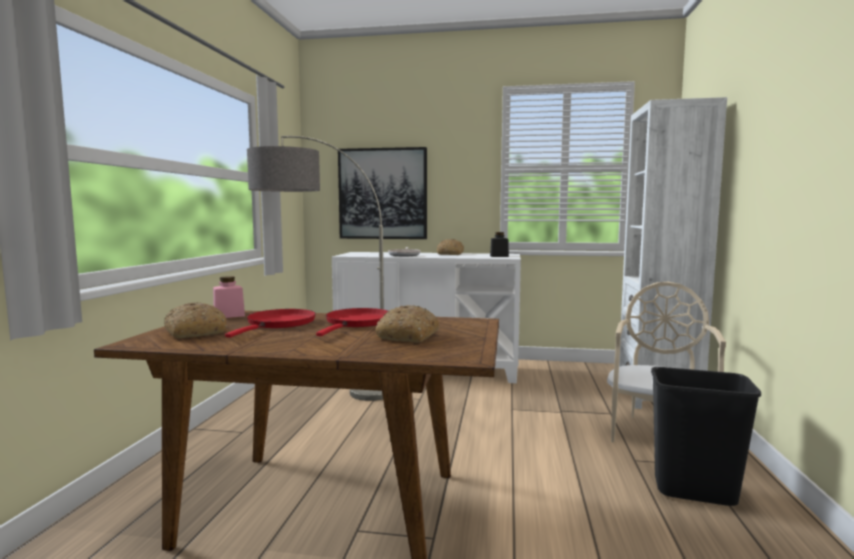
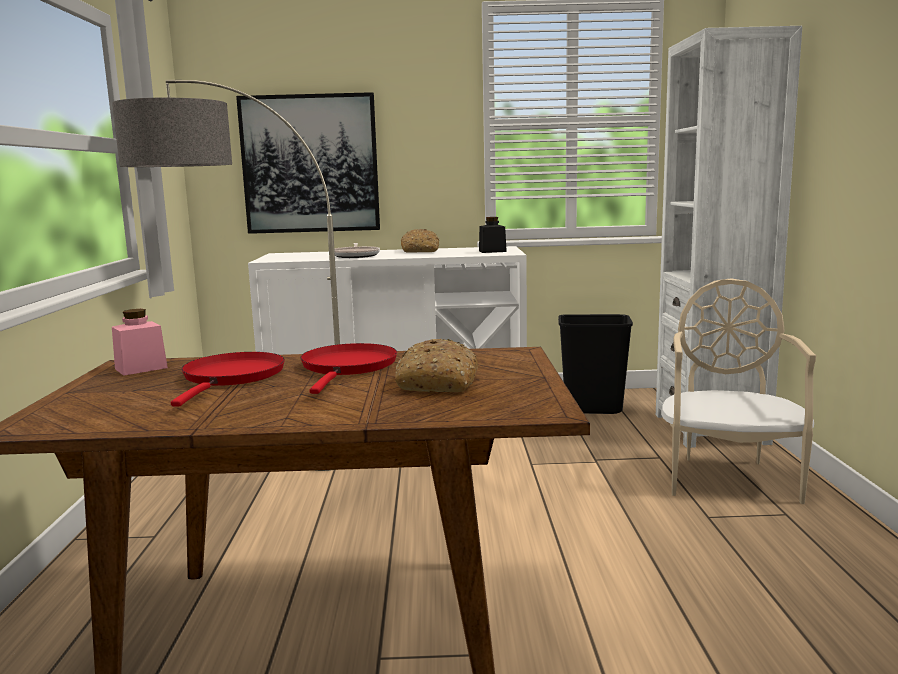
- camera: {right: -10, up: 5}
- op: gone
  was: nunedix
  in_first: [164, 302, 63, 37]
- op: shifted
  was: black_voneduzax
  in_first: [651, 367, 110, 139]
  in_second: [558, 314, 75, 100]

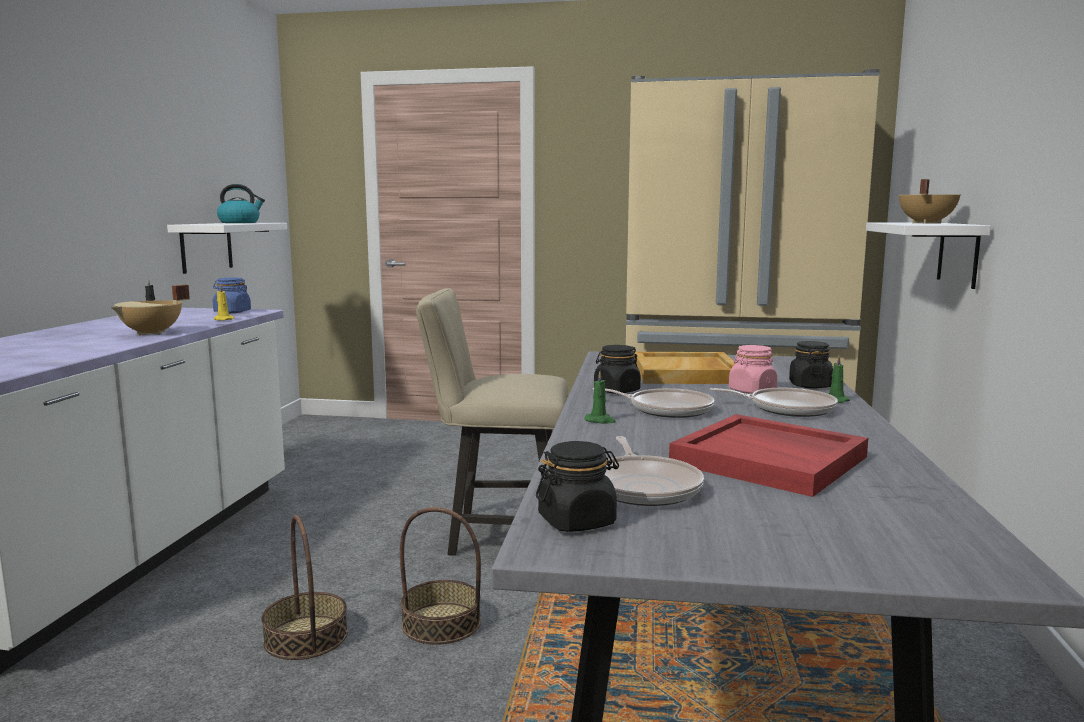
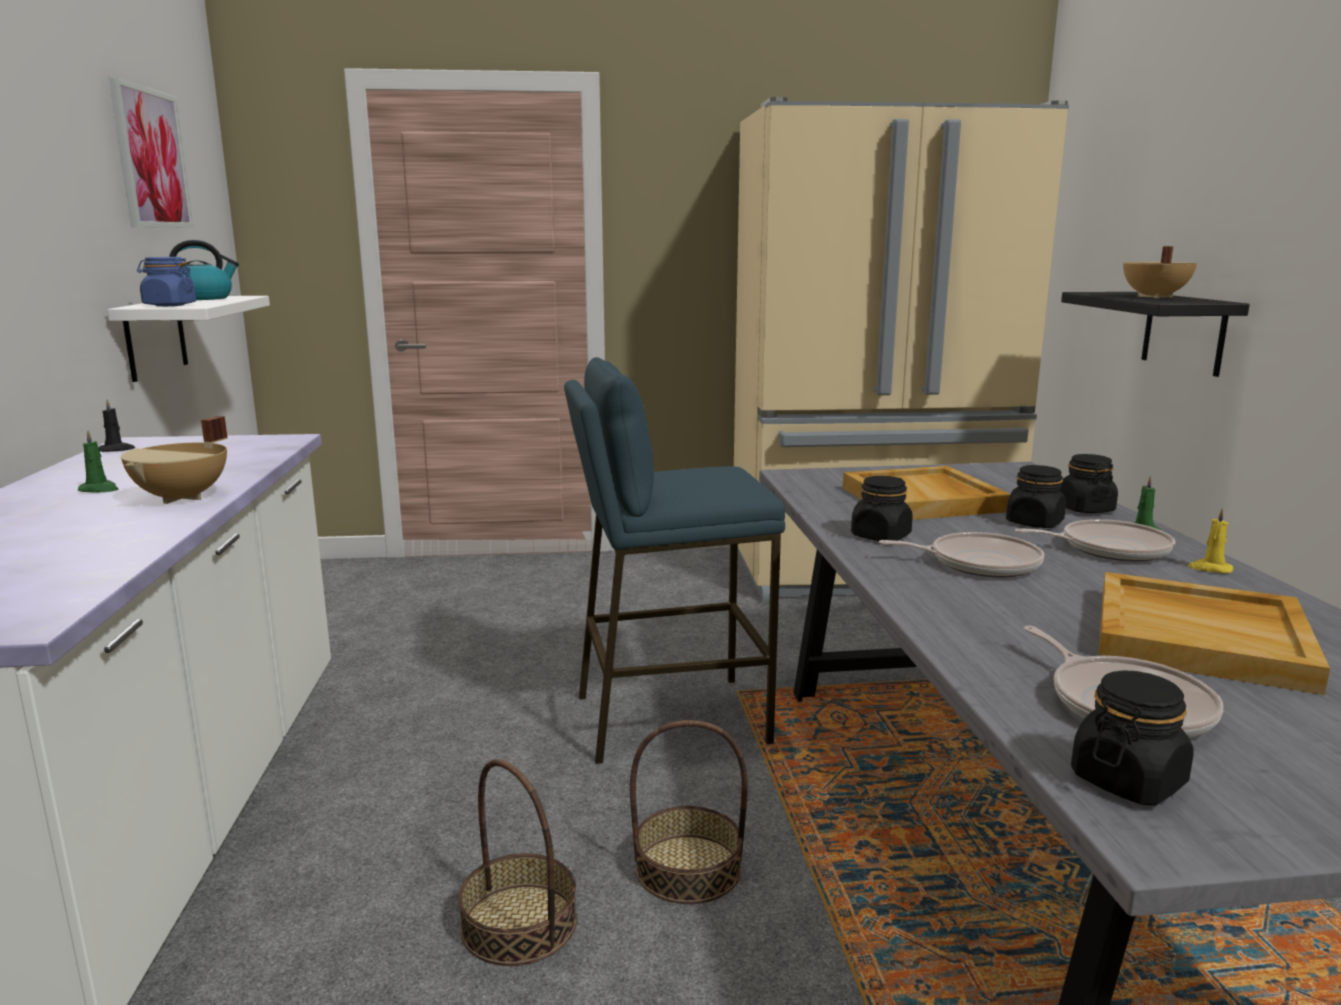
- camera: {right: -15, up: 5}
- op: repainted
  was: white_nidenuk
  now: black_nidenuk
  in_first: [866, 222, 125, 67]
  in_second: [1061, 292, 189, 85]
- op: shifted
  was: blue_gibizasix
  in_first: [213, 278, 38, 35]
  in_second: [137, 257, 59, 49]
- op: shifted
  was: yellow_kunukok
  in_first: [213, 285, 21, 36]
  in_second: [1188, 508, 46, 65]
- op: swapped
  was: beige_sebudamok
  now: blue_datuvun
  in_first: [416, 288, 152, 268]
  in_second: [564, 357, 221, 407]
- op: repainted
  was: pink_gibizasix
  now: black_gibizasix
  in_first: [729, 345, 48, 49]
  in_second: [1006, 465, 60, 63]
- op: shifted
  was: green_kunukok
  in_first: [584, 371, 32, 53]
  in_second: [78, 430, 40, 63]
- op: repainted
  was: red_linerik
  now: beige_linerik
  in_first: [669, 414, 199, 83]
  in_second: [1099, 572, 231, 123]
- op: new
  now: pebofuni
  in_second: [109, 77, 85, 151]

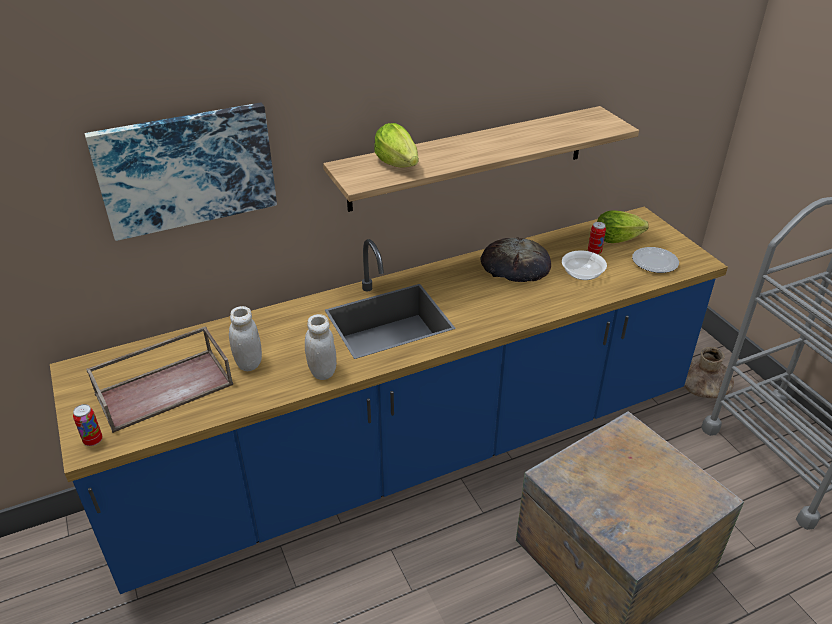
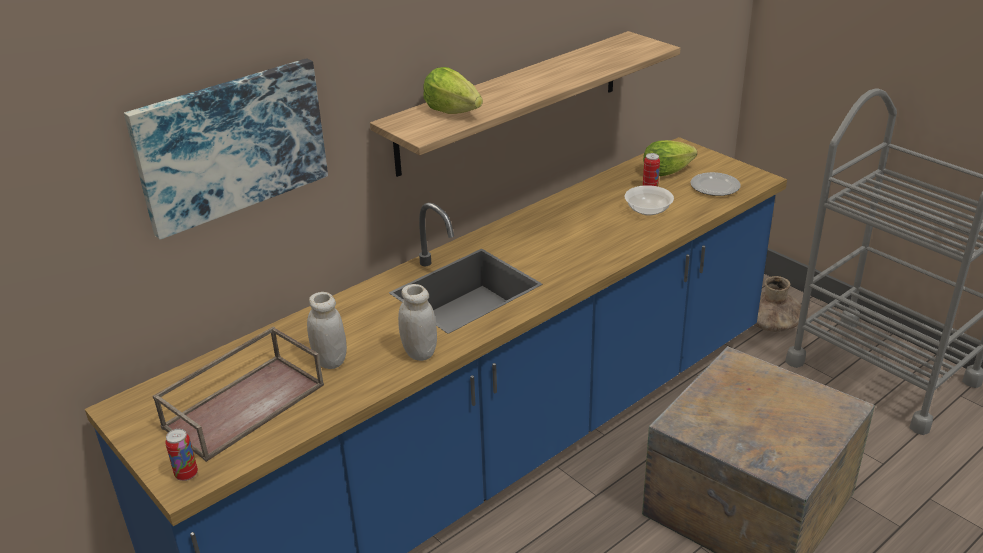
- camera: {right: -15, up: -5}
- op: gone
  was: nunedix
  in_first: [481, 238, 70, 44]

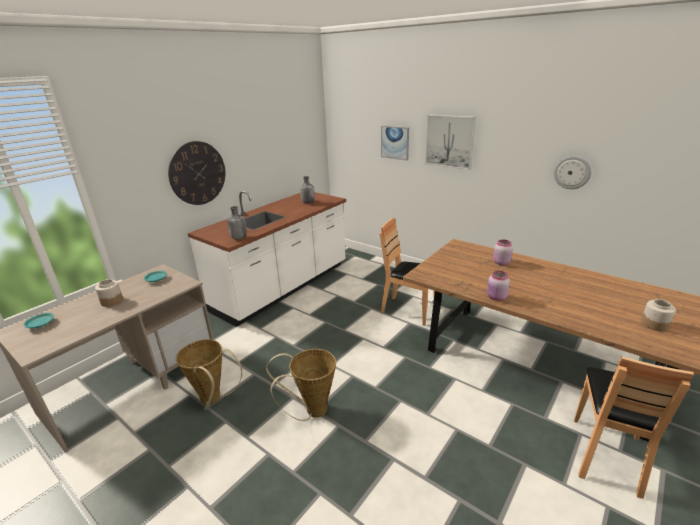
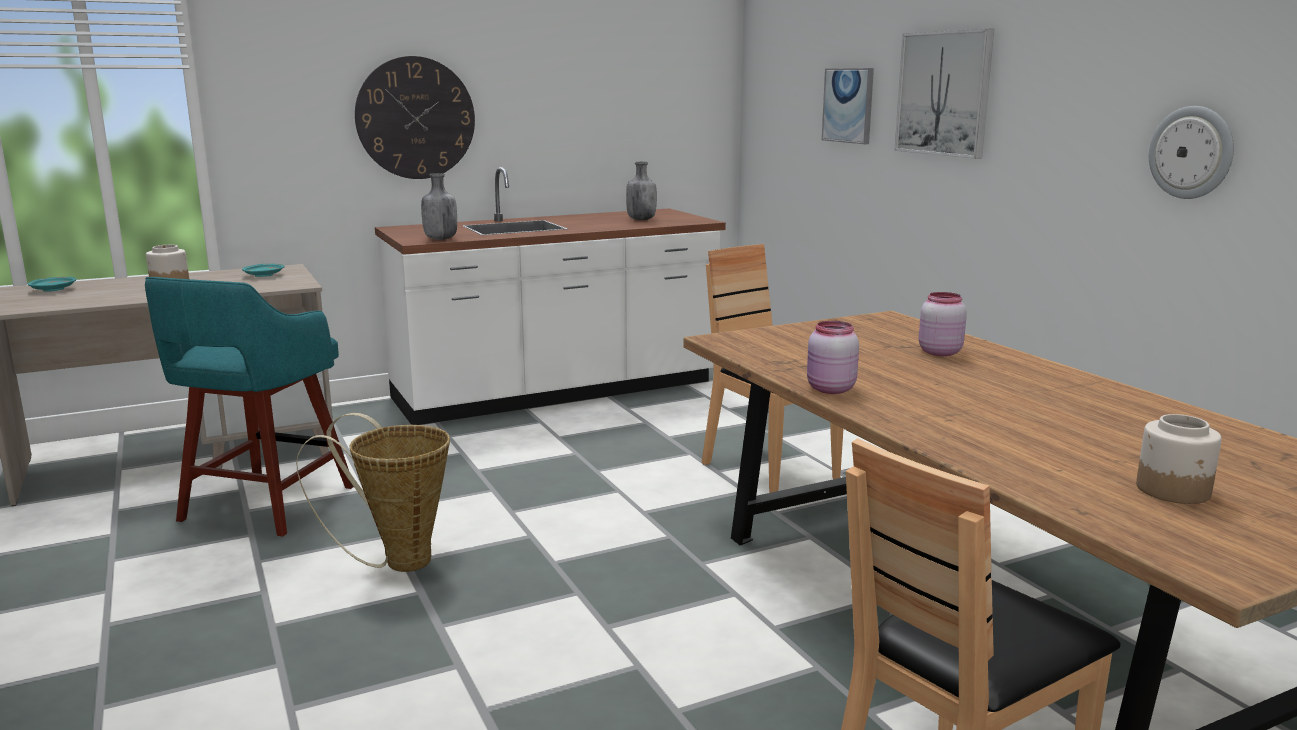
- camera: {right: 25, up: -10}
- op: swapped
  was: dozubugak
  now: turquoise_datuvun
  in_first: [176, 339, 66, 71]
  in_second: [145, 277, 209, 260]

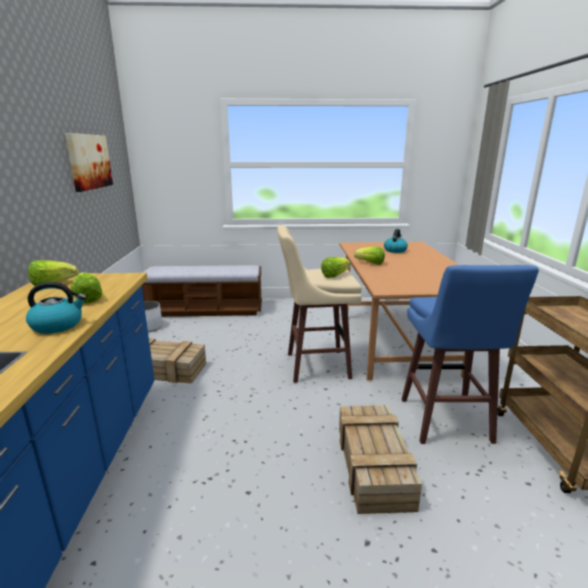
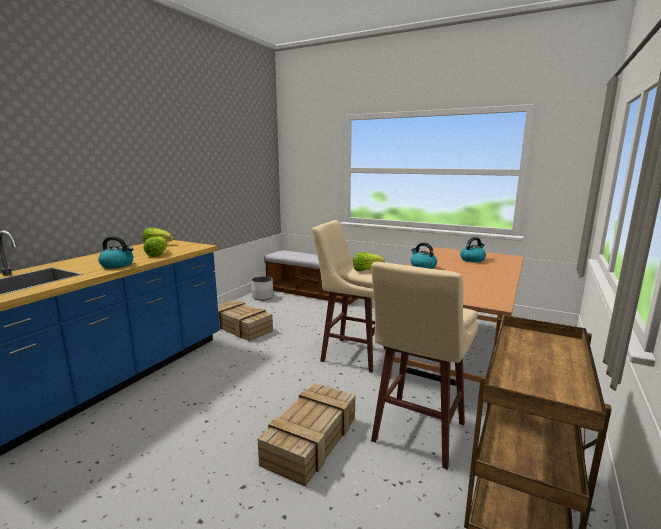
- camera: {right: 30, up: -5}
- op: gone
  was: pebofuni
  in_first: [65, 133, 48, 59]
- op: swapped
  was: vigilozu
  now: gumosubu
  in_first: [354, 247, 31, 18]
  in_second: [411, 242, 26, 27]
- op: repainted
  was: blue_datuvun
  now: beige_datuvun
  in_first: [401, 265, 138, 179]
  in_second: [371, 262, 107, 207]

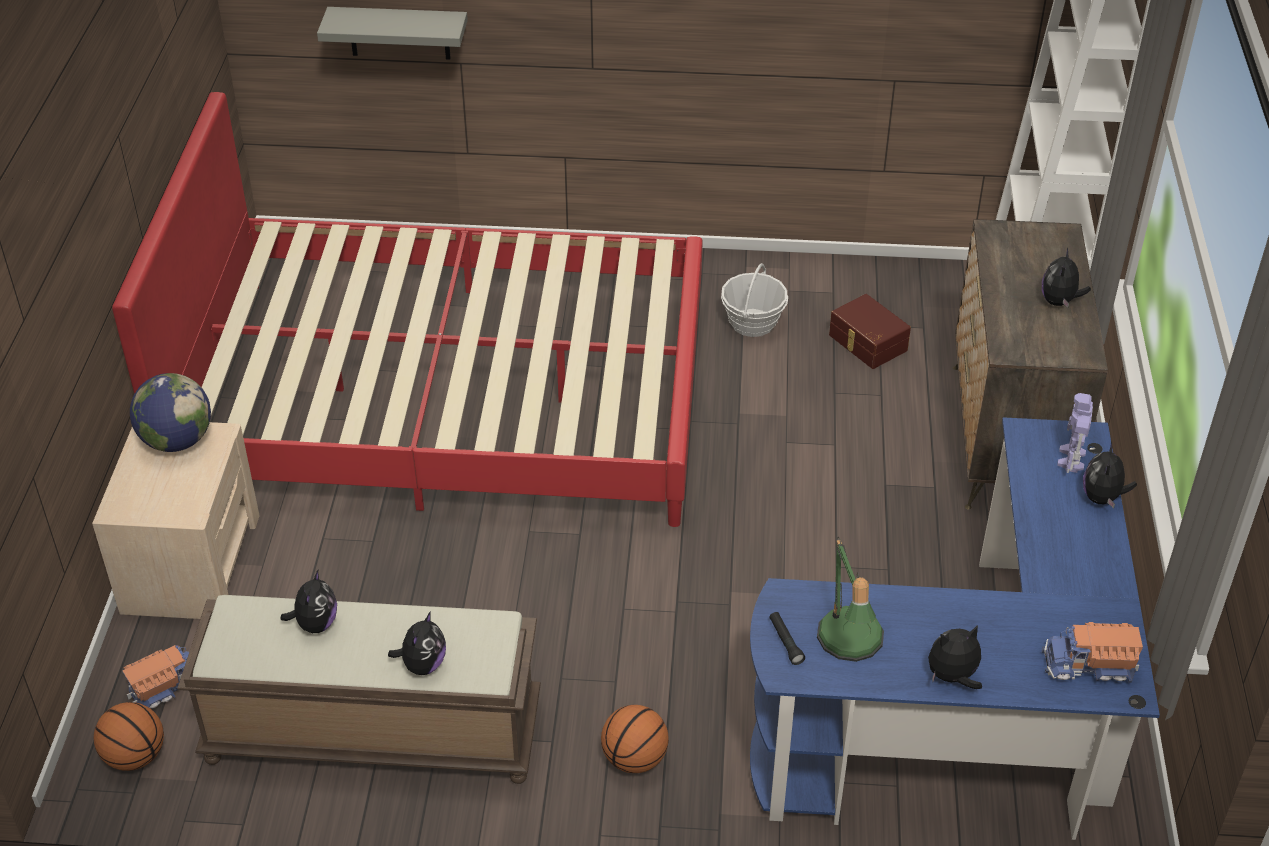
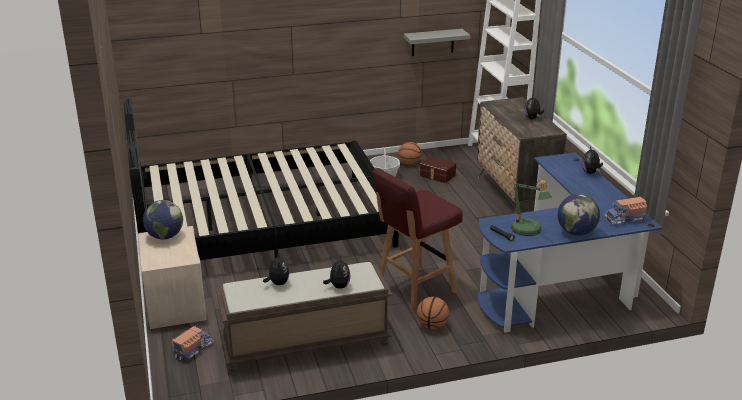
- camera: {right: -20, up: -15}
- op: shifted
  was: grey_nidenuk
  in_first: [317, 7, 151, 53]
  in_second: [404, 29, 66, 27]
- op: repainted
  was: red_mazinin
  now: black_mazinin
  in_first: [112, 92, 591, 435]
  in_second: [123, 99, 276, 161]
- op: gone
  was: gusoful
  in_first: [1057, 393, 36, 80]
- op: swapped
  was: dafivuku
  now: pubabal
  in_first: [928, 625, 54, 64]
  in_second: [557, 194, 43, 41]
- op: shifted
  was: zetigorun
  in_first: [94, 702, 70, 69]
  in_second: [398, 142, 23, 23]
- op: new
  now: red_datuvun
  in_second: [372, 168, 91, 145]

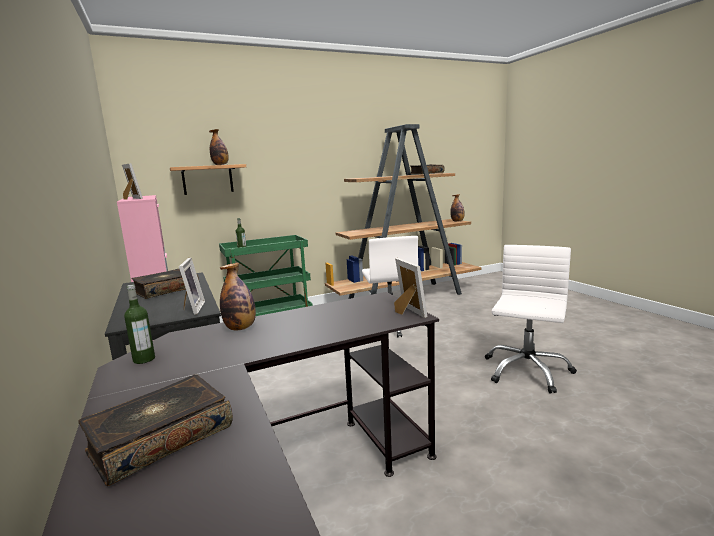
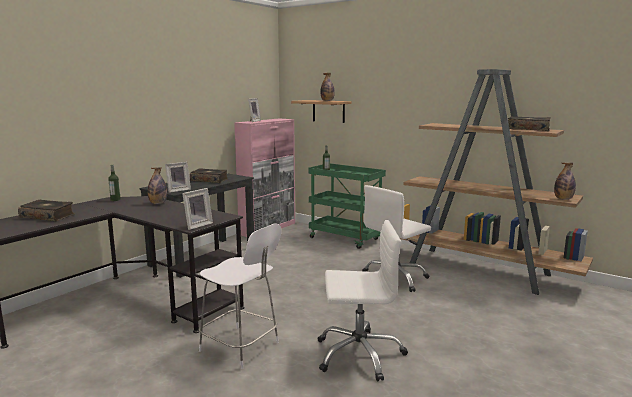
- camera: {right: 60, up: 0}
- op: new
  now: white_datuvun
  in_second: [199, 224, 83, 145]

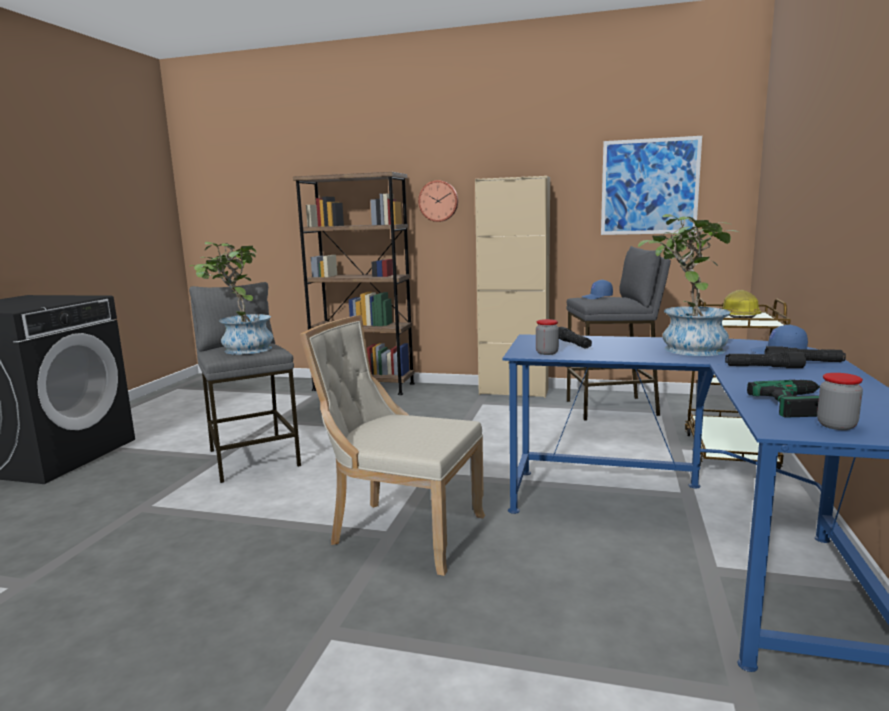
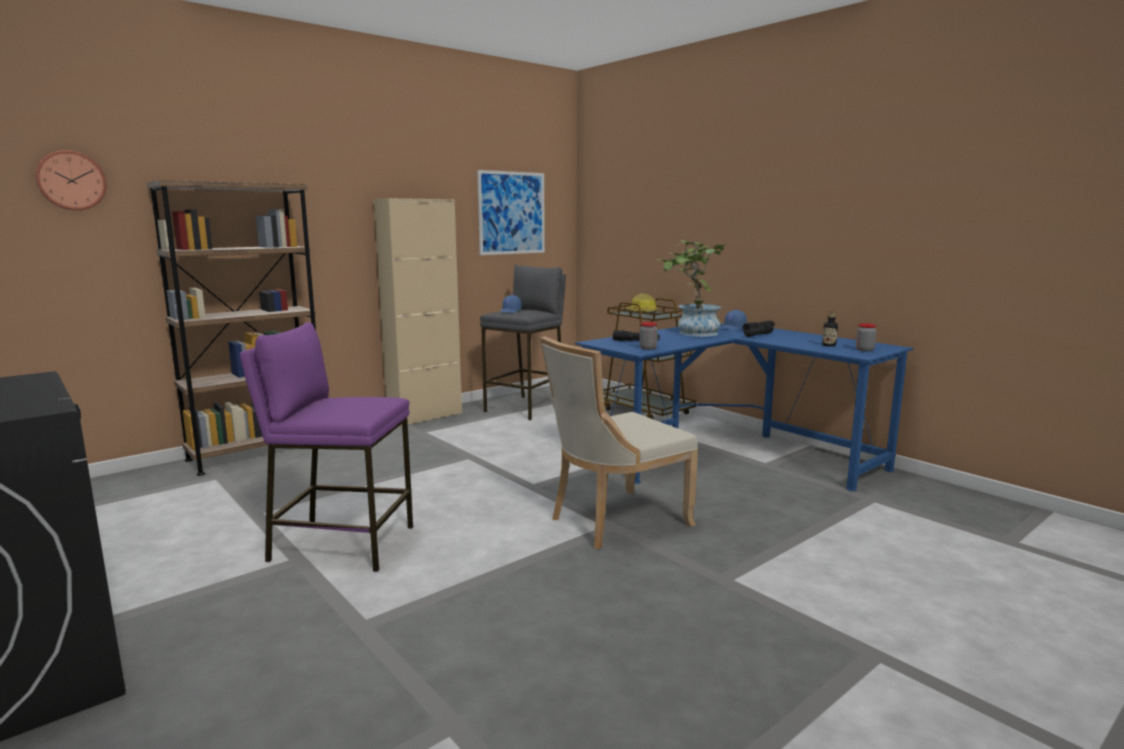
- camera: {right: -55, up: 0}
- op: shifted
  was: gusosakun
  in_first: [418, 180, 40, 42]
  in_second: [35, 150, 72, 60]
- op: gone
  was: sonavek
  in_first: [190, 242, 83, 113]
- op: repainted
  was: grey_datuvun
  now: purple_datuvun
  in_first: [189, 282, 112, 201]
  in_second: [240, 322, 173, 250]
- op: swapped
  was: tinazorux
  now: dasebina
  in_first: [747, 380, 73, 38]
  in_second: [822, 312, 16, 35]

